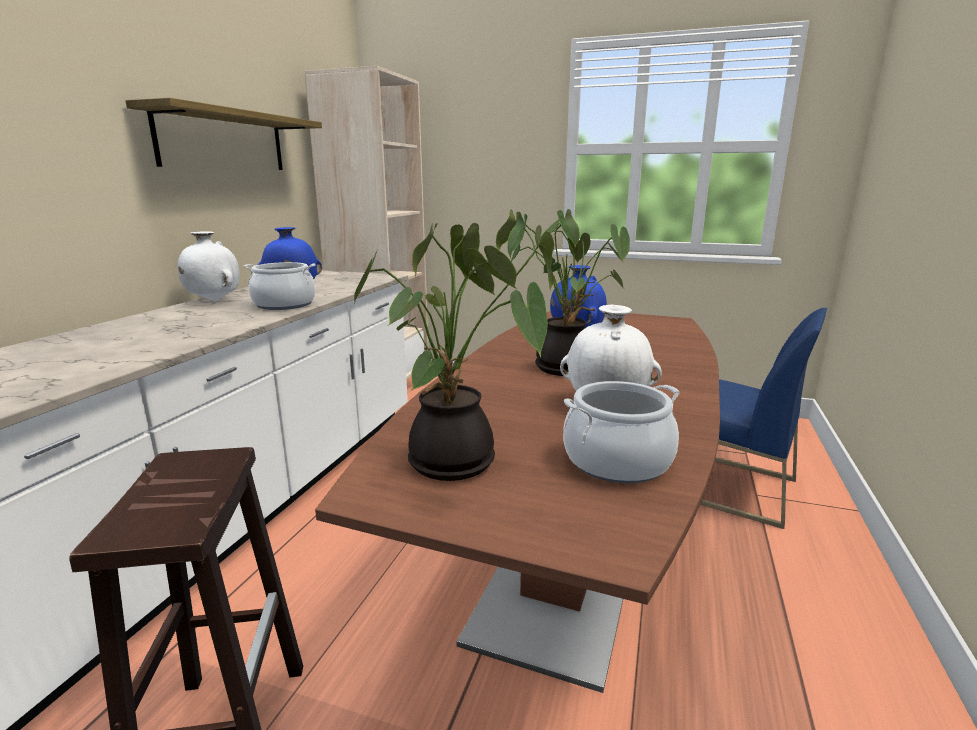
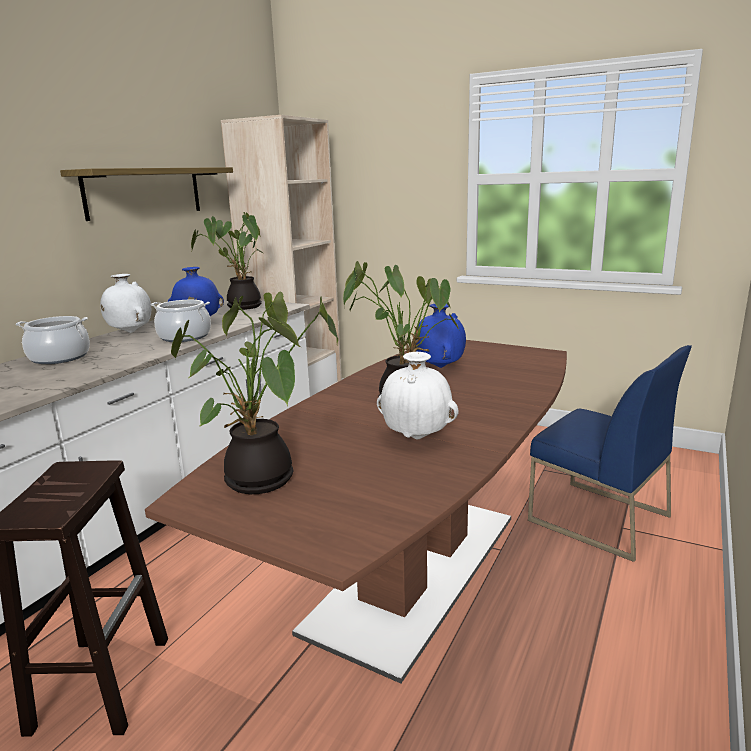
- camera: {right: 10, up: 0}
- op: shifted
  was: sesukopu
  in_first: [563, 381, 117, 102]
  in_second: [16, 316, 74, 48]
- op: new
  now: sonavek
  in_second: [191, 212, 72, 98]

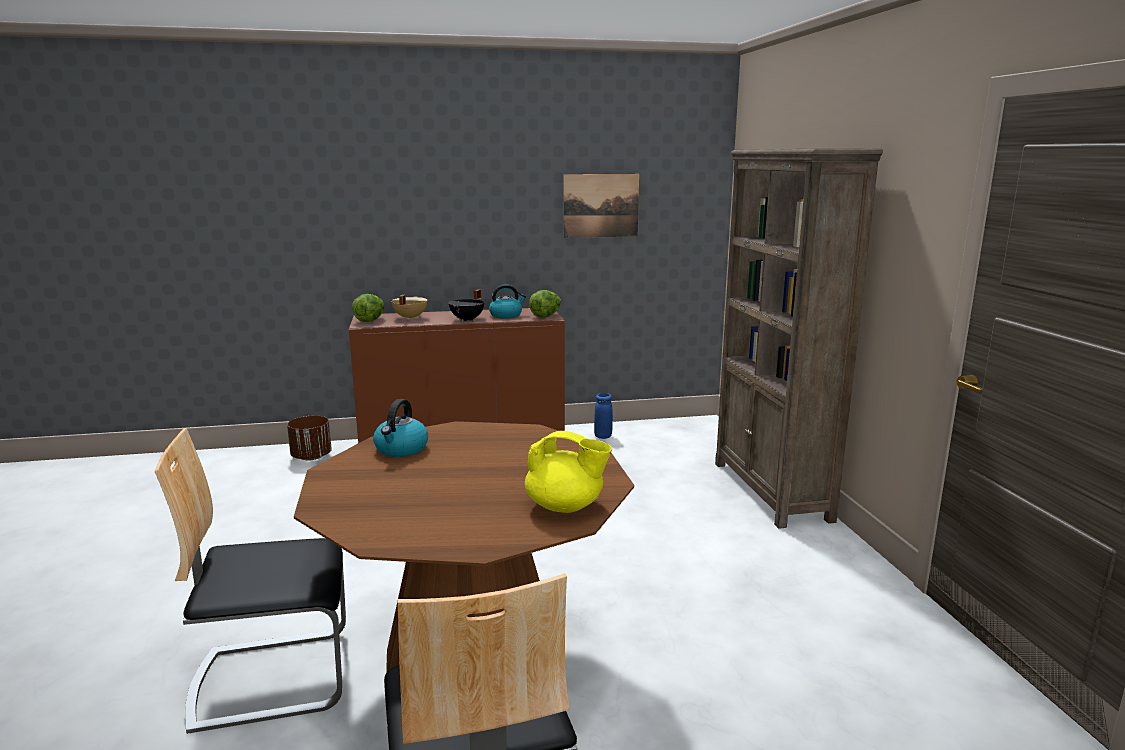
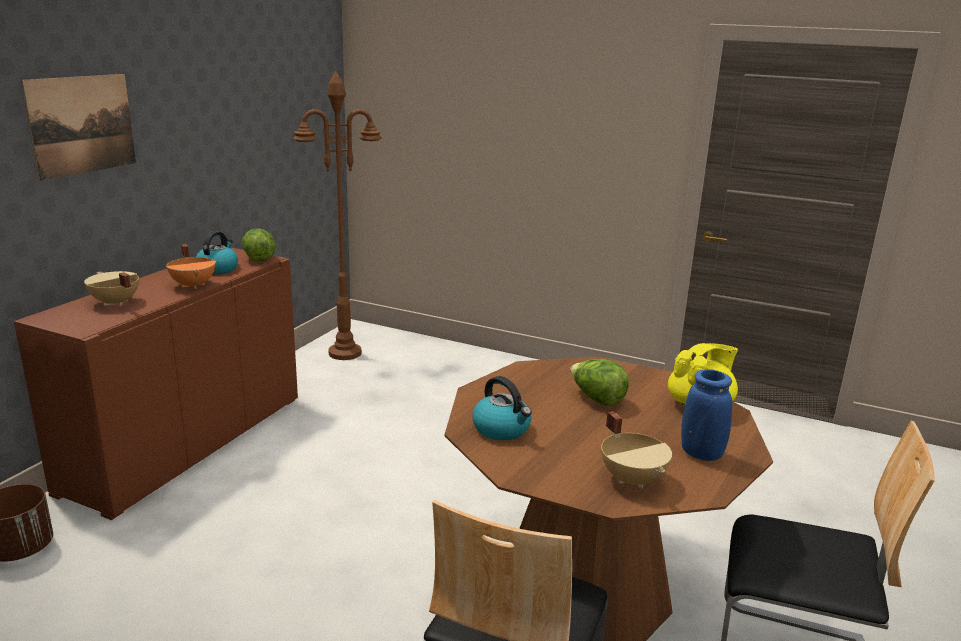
- camera: {right: -55, up: 5}
- op: gone
  was: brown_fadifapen
  in_first: [715, 149, 168, 380]
- op: shifted
  was: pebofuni
  in_first: [564, 174, 75, 64]
  in_second: [21, 74, 115, 107]
- op: repainted
  was: black_sesukopu
  now: orange_sesukopu
  in_first: [448, 289, 36, 33]
  in_second: [166, 244, 50, 45]
- op: shifted
  was: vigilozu
  in_first: [352, 294, 32, 28]
  in_second: [570, 359, 59, 47]
- op: shifted
  was: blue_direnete
  in_first: [594, 393, 19, 46]
  in_second: [681, 369, 51, 92]
- op: new
  now: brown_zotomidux
  in_second: [293, 71, 89, 289]
- op: new
  now: beige_sesukopu
  in_second: [601, 411, 71, 78]

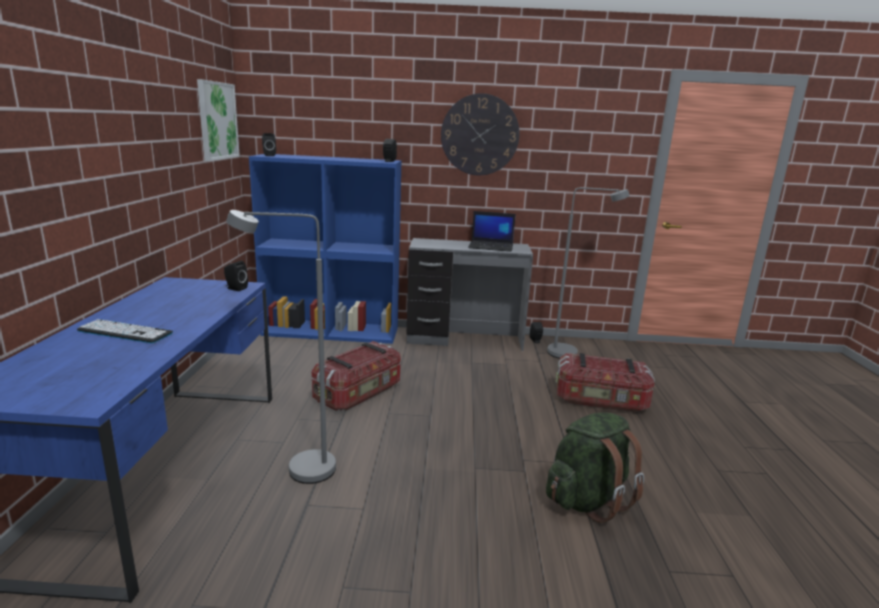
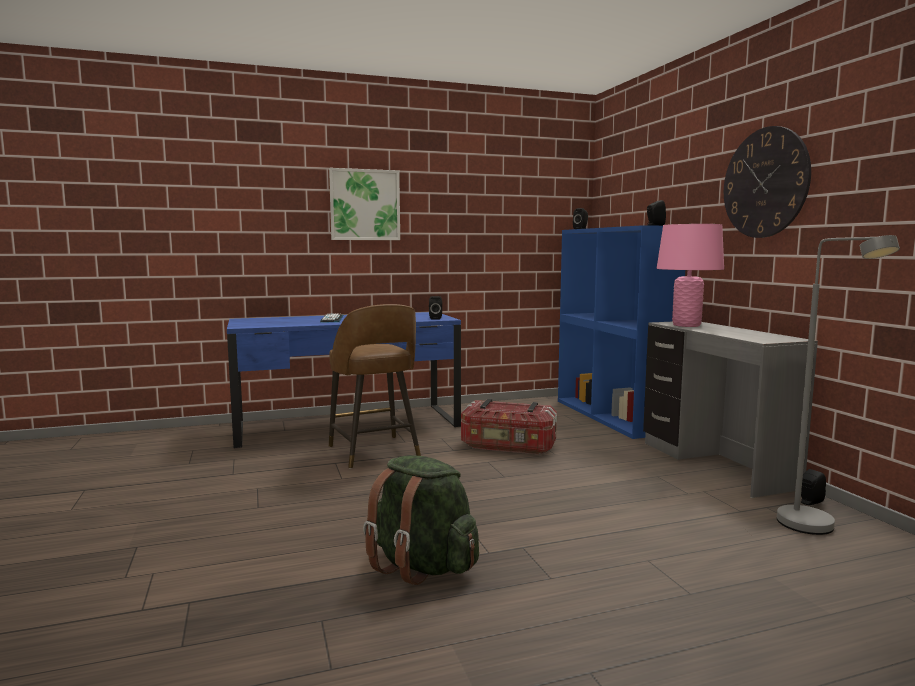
- camera: {right: 70, up: -10}
- op: shifted
  was: pebofuni
  in_first: [197, 79, 43, 82]
  in_second: [329, 168, 71, 72]
- op: swapped
  was: grey_zotomidux
  now: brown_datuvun
  in_first: [226, 210, 110, 274]
  in_second: [329, 304, 92, 165]
- op: gone
  was: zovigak
  in_first: [468, 211, 48, 41]
- op: gone
  was: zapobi
  in_first: [556, 353, 99, 59]
- op: new
  now: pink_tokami
  in_second: [657, 224, 67, 103]

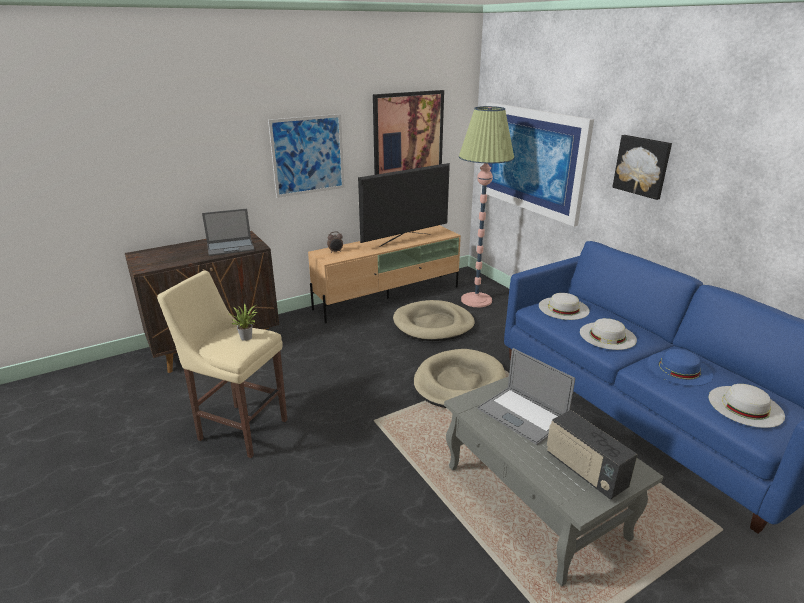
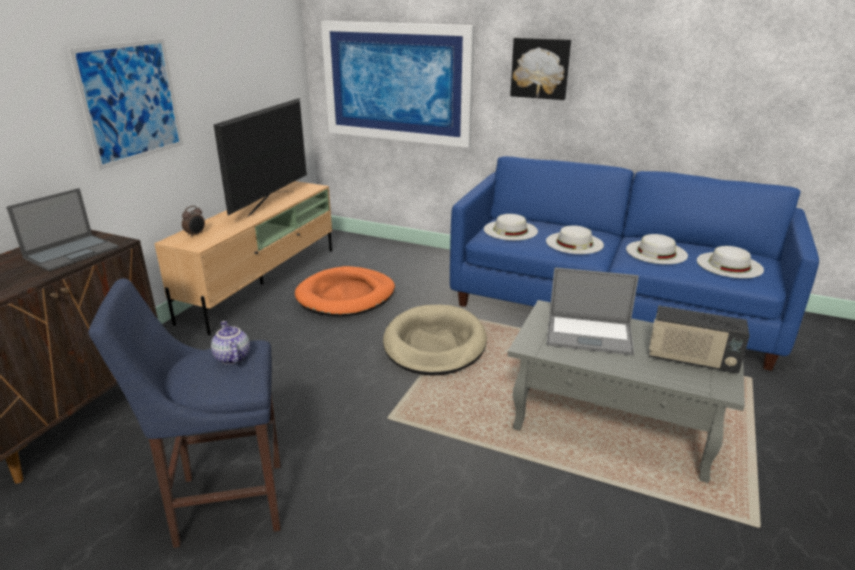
- camera: {right: -35, up: 0}
- op: gone
  was: pebofuni
  in_first: [373, 90, 71, 85]
- op: gone
  was: zotomidux
  in_first: [459, 106, 55, 201]
- op: repainted
  was: beige_datuvun
  now: blue_datuvun
  in_first: [157, 271, 130, 187]
  in_second: [88, 278, 193, 270]
- op: repainted
  was: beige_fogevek
  now: orange_fogevek
  in_first: [393, 300, 82, 41]
  in_second: [295, 266, 100, 50]
- op: swapped
  was: sonavek
  now: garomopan
  in_first: [229, 304, 29, 37]
  in_second: [211, 321, 39, 43]
- op: repainted
  was: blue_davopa
  now: white_davopa
  in_first: [647, 349, 66, 37]
  in_second: [626, 234, 62, 30]

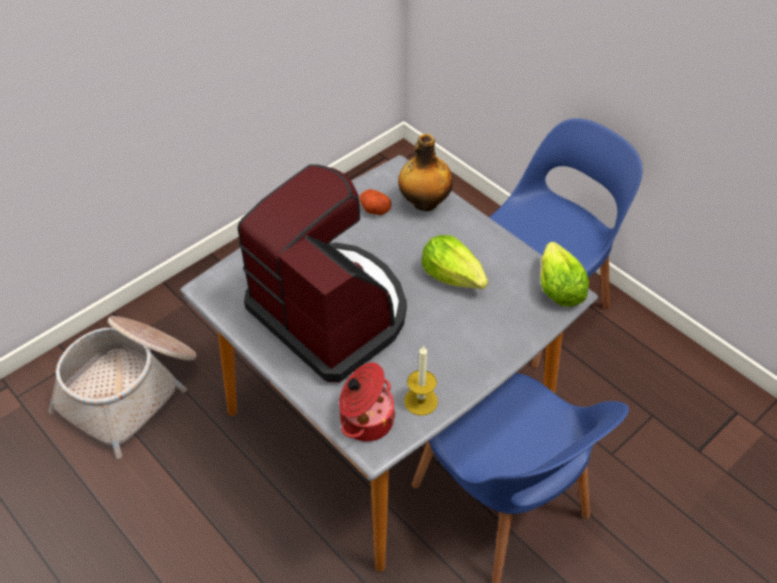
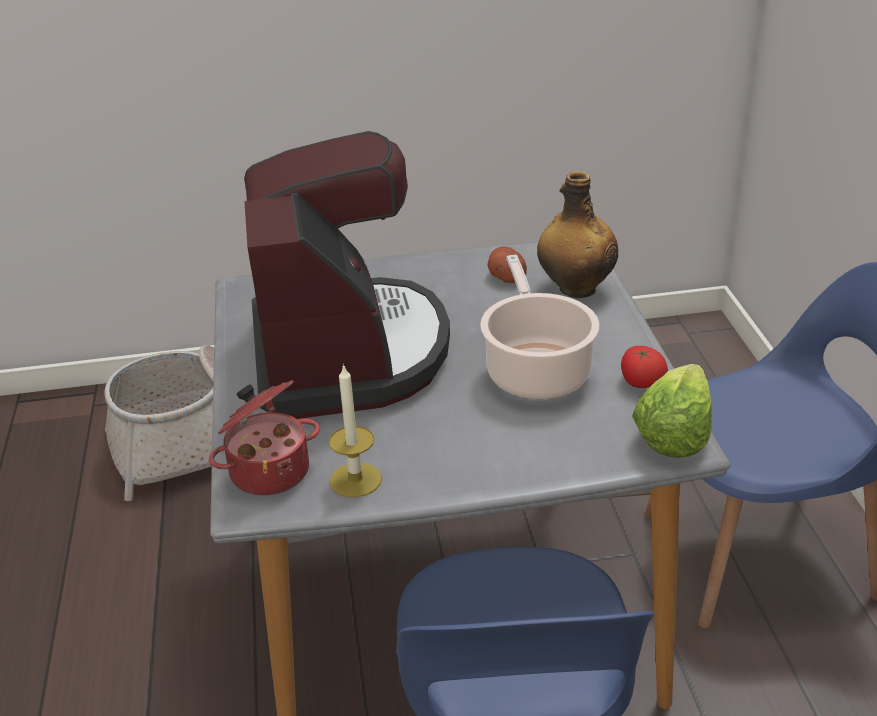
- camera: {right: 35, up: -15}
- op: swapped
  was: vigilozu
  now: sesukopu
  in_first: [421, 235, 67, 54]
  in_second: [480, 255, 119, 145]
- op: new
  now: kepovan
  in_second: [621, 346, 47, 42]

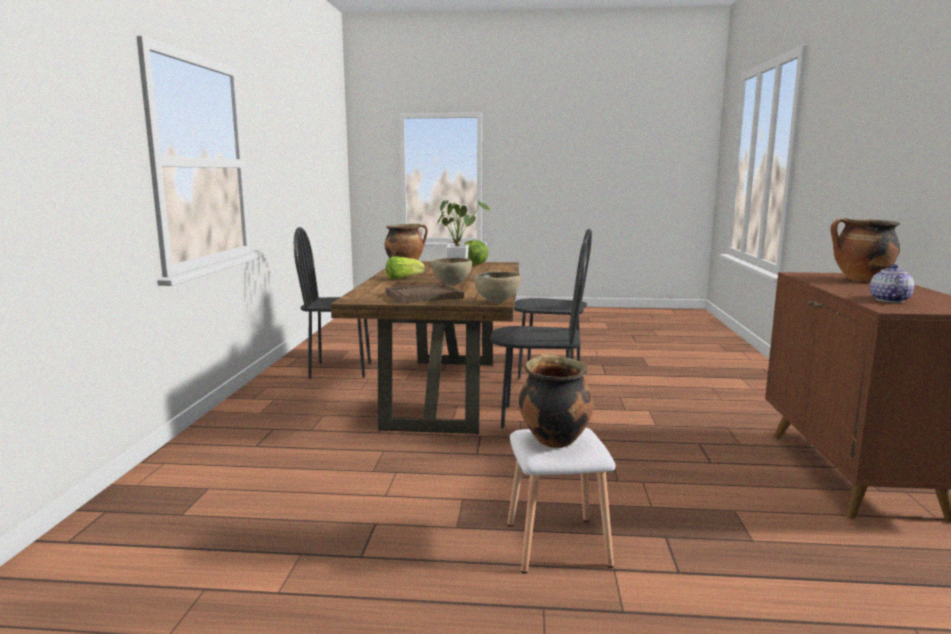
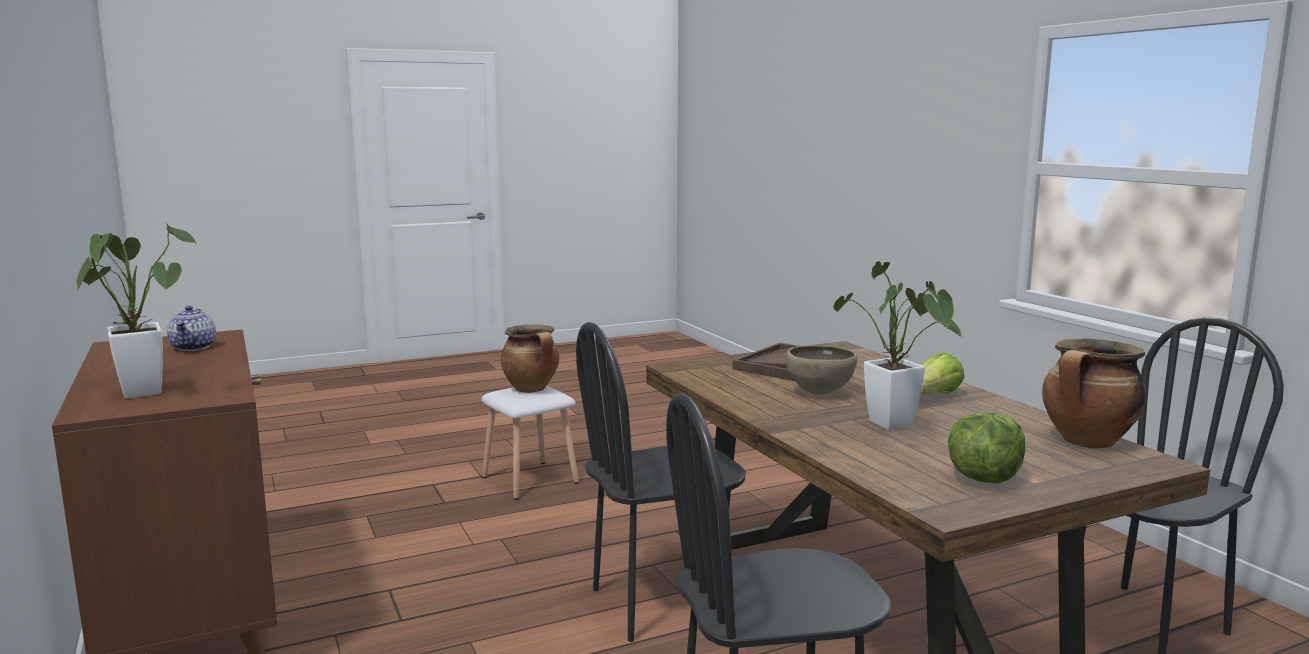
- camera: {right: 150, up: 0}
- op: swapped
  was: sesukopu
  now: sonavek
  in_first: [830, 218, 70, 64]
  in_second: [76, 223, 122, 175]
- op: gone
  was: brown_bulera
  in_first: [474, 272, 47, 31]

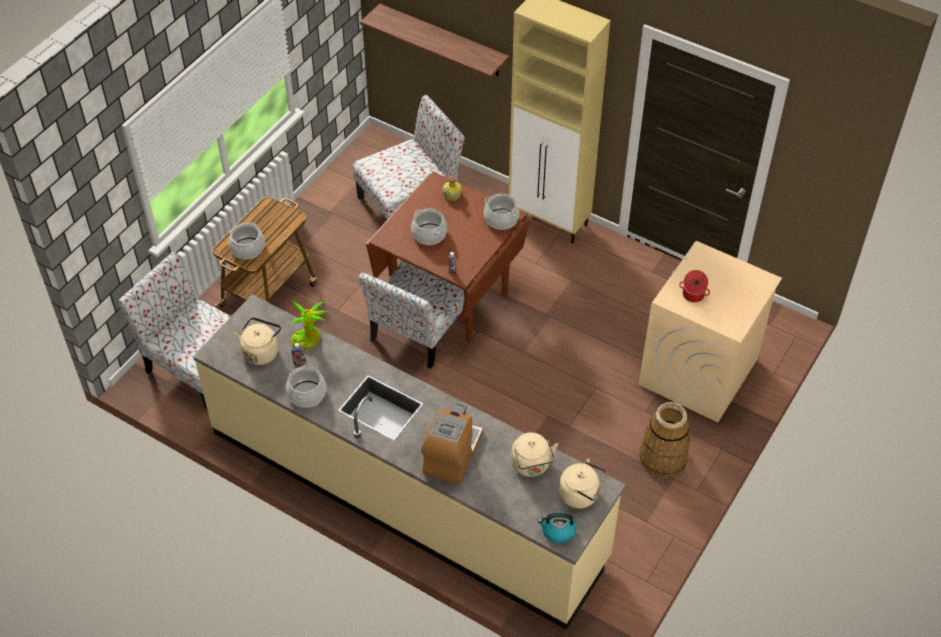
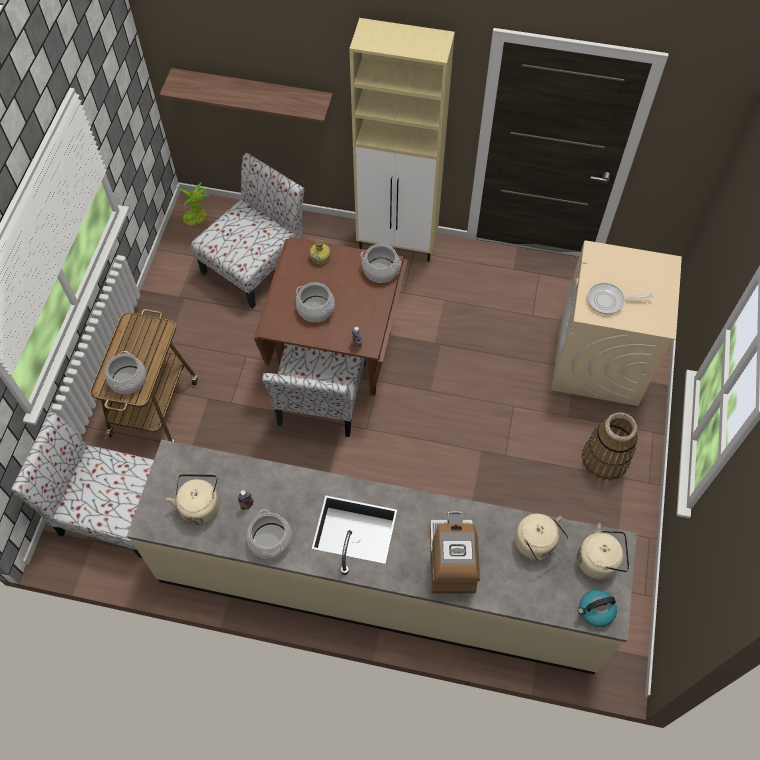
- camera: {right: -20, up: 10}
- op: swapped
  was: sesukopu
  now: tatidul
  in_first: [679, 270, 31, 32]
  in_second: [587, 282, 67, 32]
- op: shifted
  was: sonavek
  in_first: [290, 300, 38, 50]
  in_second: [177, 182, 32, 44]

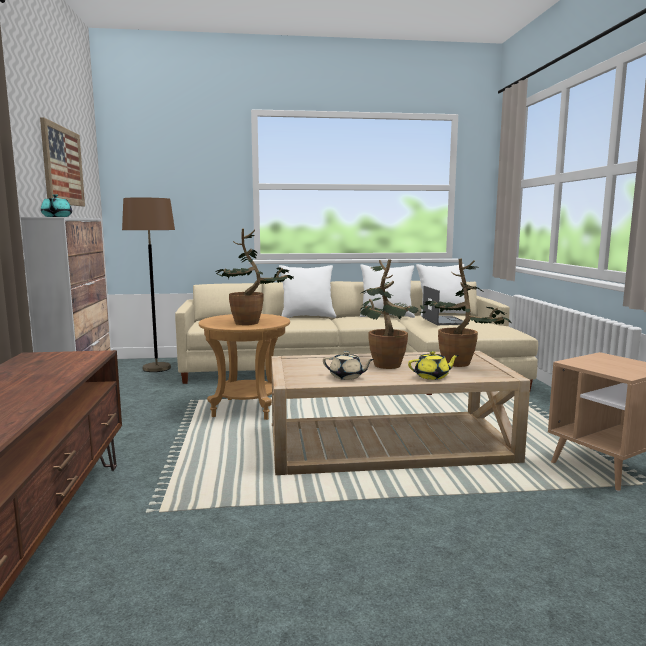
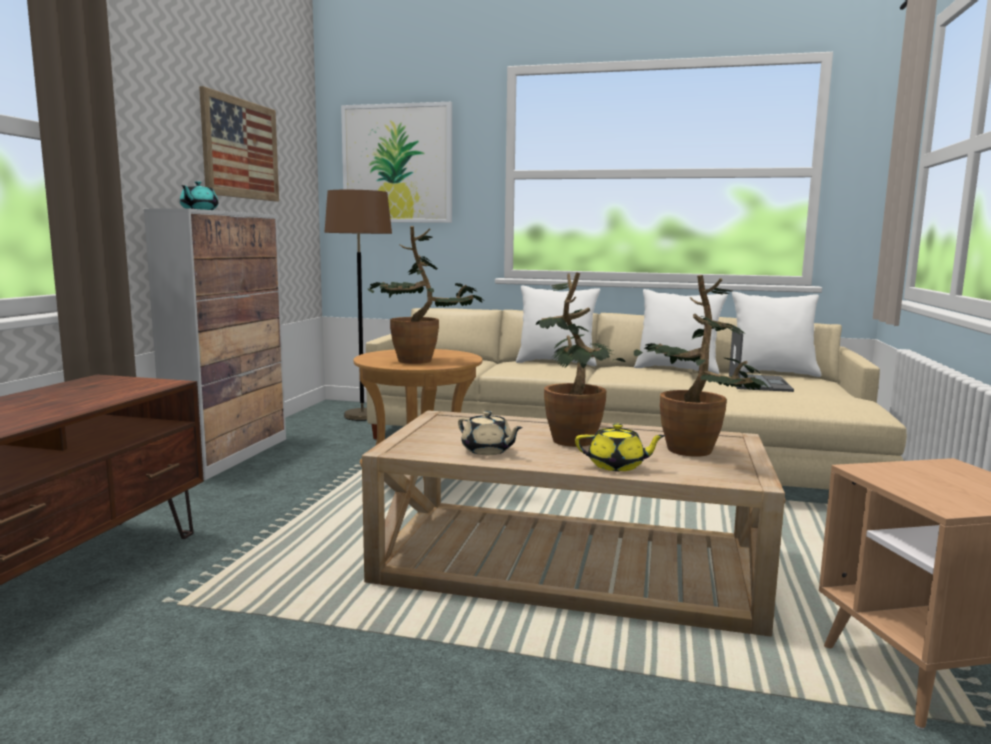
- camera: {right: 20, up: 0}
- op: new
  now: pebofuni
  in_second: [341, 102, 111, 121]

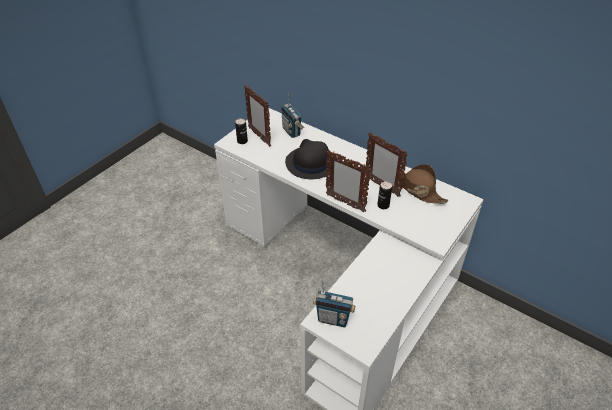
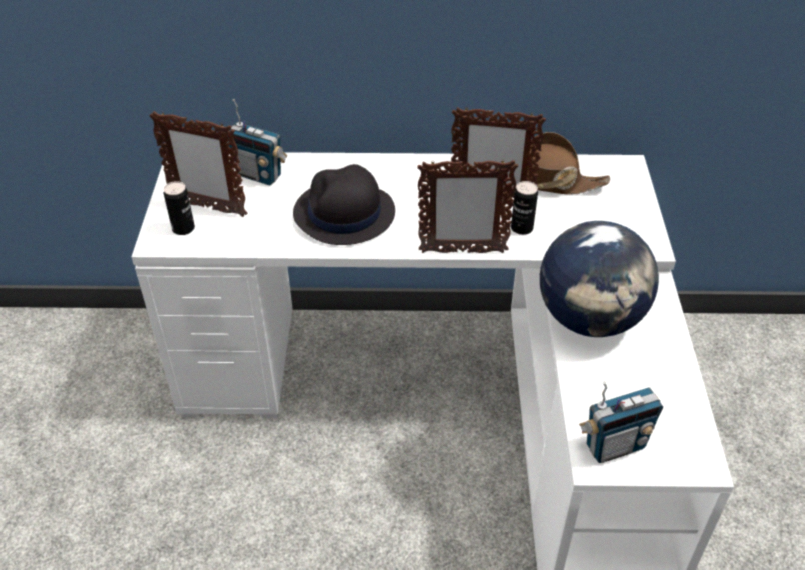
- camera: {right: -35, up: 0}
- op: new
  now: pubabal
  in_second: [540, 221, 119, 116]

